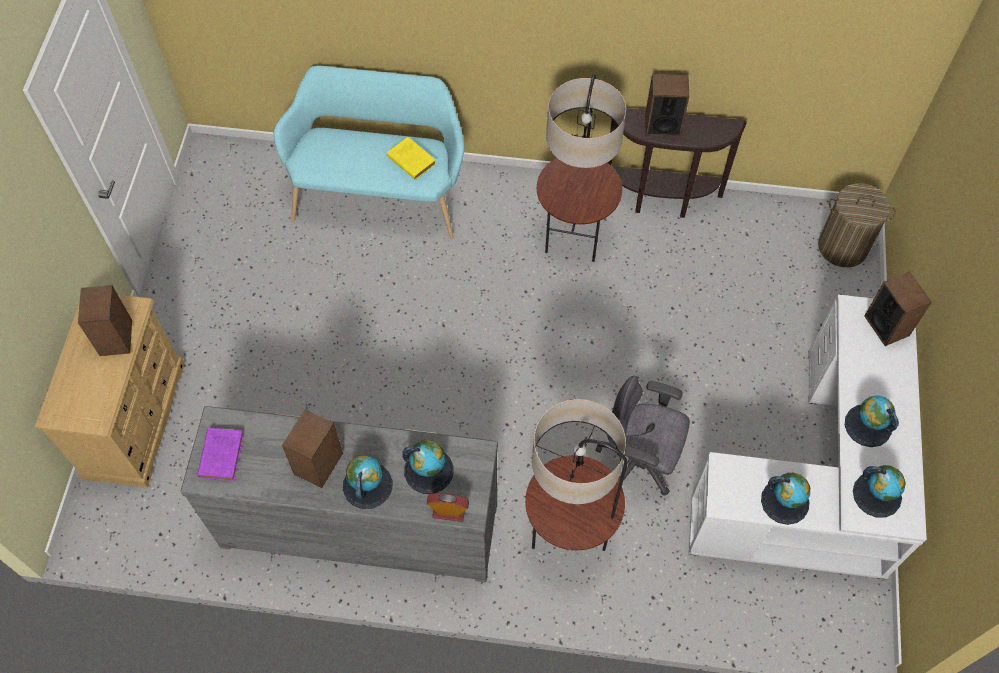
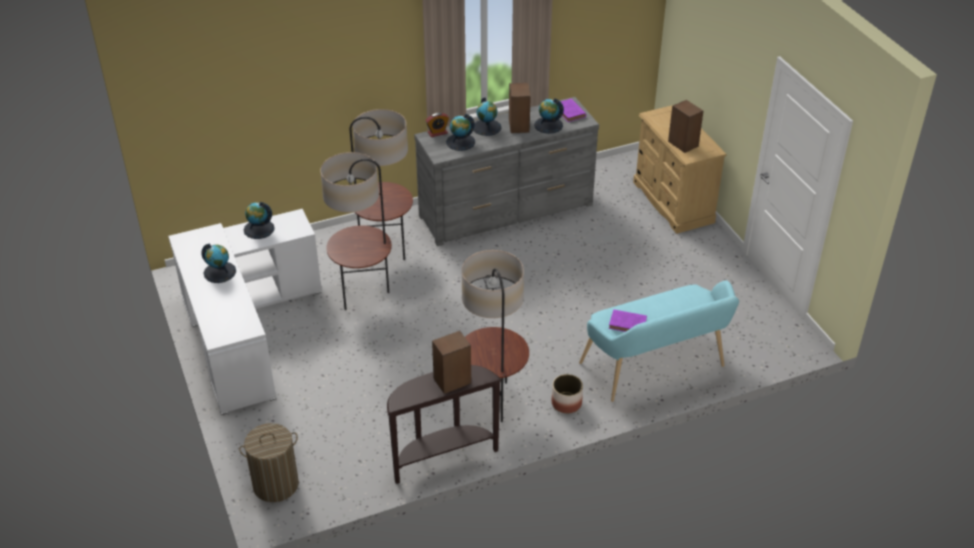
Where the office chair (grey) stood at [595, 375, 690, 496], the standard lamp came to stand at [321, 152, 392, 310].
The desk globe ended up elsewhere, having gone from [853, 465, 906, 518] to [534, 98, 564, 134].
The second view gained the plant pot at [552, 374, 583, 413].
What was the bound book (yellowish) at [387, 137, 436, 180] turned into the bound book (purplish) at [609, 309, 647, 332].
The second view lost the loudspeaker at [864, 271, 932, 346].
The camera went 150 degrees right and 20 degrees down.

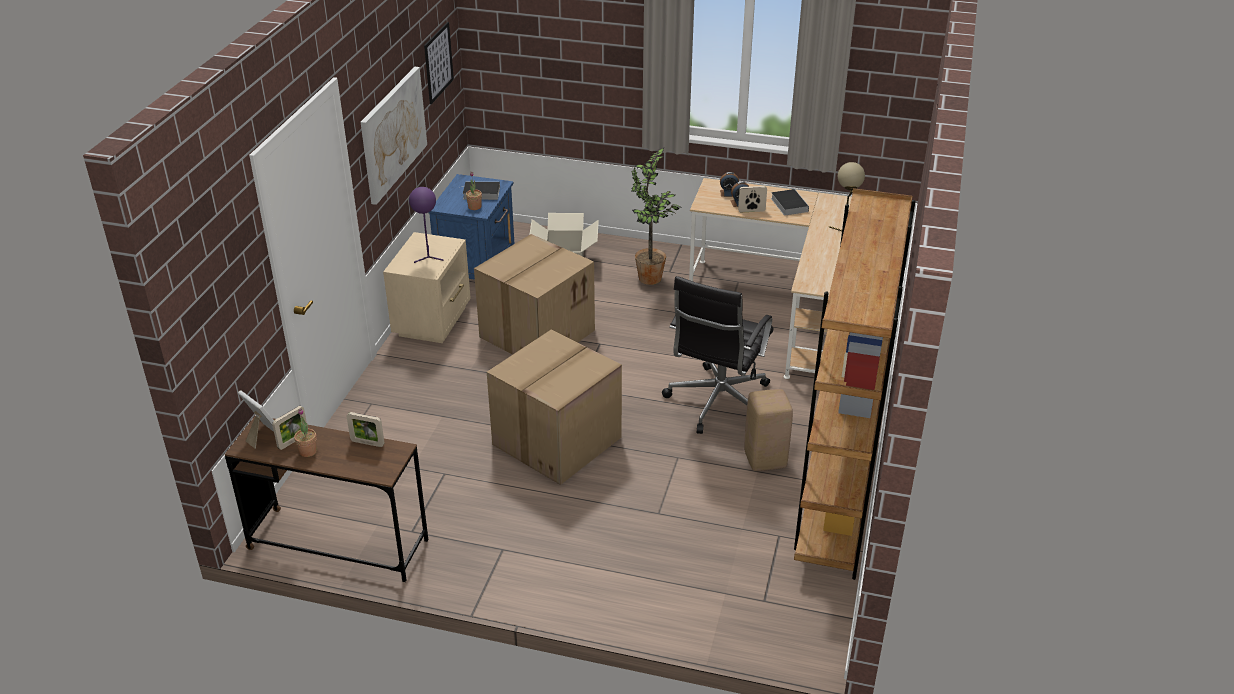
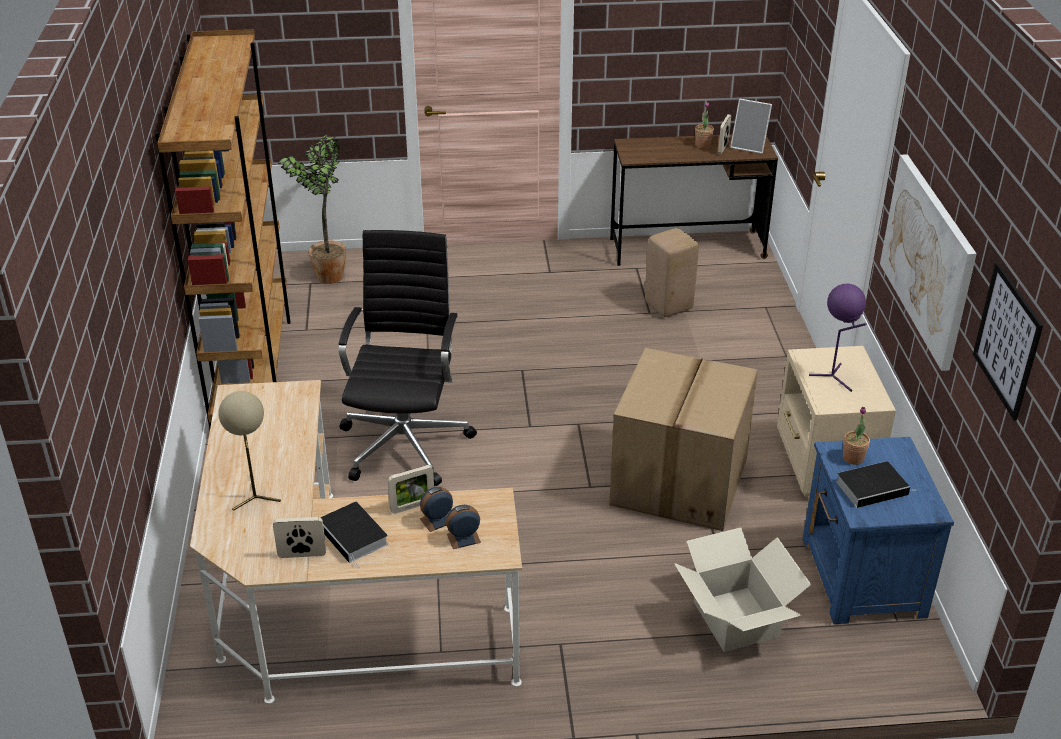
The standing frame ended up elsewhere, having gone from [347, 412, 385, 447] to [273, 517, 326, 558].
The plant in a pot ended up elsewhere, having gone from [631, 148, 681, 285] to [278, 135, 346, 284].
The stool seat (beige-coloured) ended up elsewhere, having gone from [744, 389, 793, 471] to [645, 228, 699, 317].
The second view lost the packing box at [487, 329, 622, 485].
The camera went 160 degrees right and 0 degrees up.

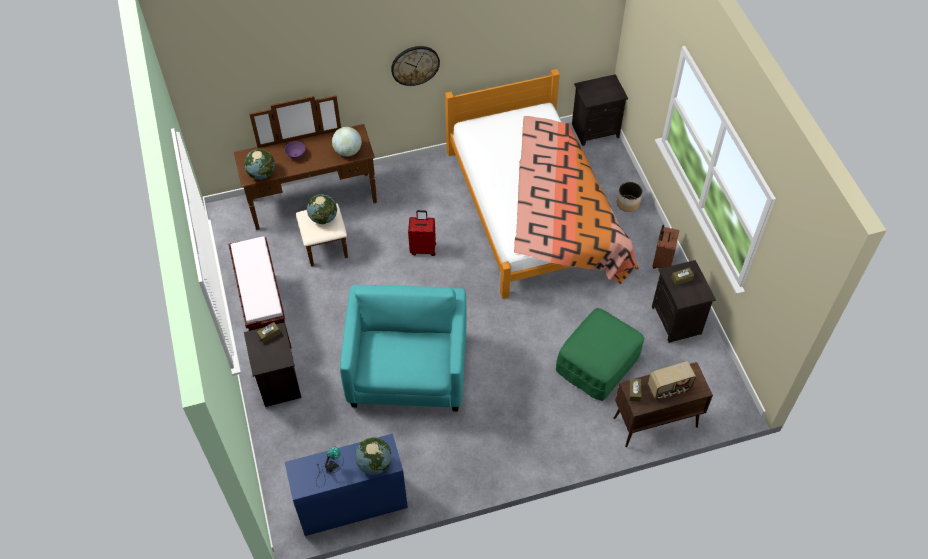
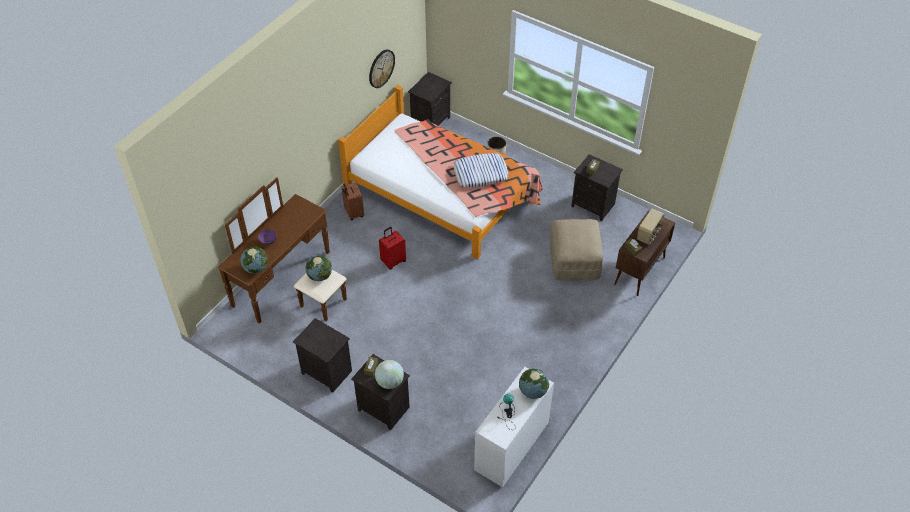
Where the bench (brown) stood at [228, 236, 292, 348], the night table (black) came to stand at [293, 318, 352, 393].
The travel case (brown) ended up elsewhere, having gone from [652, 225, 679, 269] to [342, 182, 364, 221].
The hanging clock ended up elsewhere, having gone from [391, 46, 440, 86] to [369, 49, 395, 88].
The desk globe ended up elsewhere, having gone from [332, 127, 362, 157] to [375, 360, 404, 389].
The second view gained the cushion at [454, 153, 508, 187].
What was the desk (bluish) at [285, 434, 408, 536] turned into the desk (white) at [474, 367, 554, 487].
What was the footrest (greenish) at [556, 308, 644, 401] turned into the footrest (beige-coloured) at [550, 219, 603, 281].
The second view lost the lounge chair (turquoise-coloured) at [340, 285, 467, 411].
The camera went 40 degrees left and 5 degrees down.

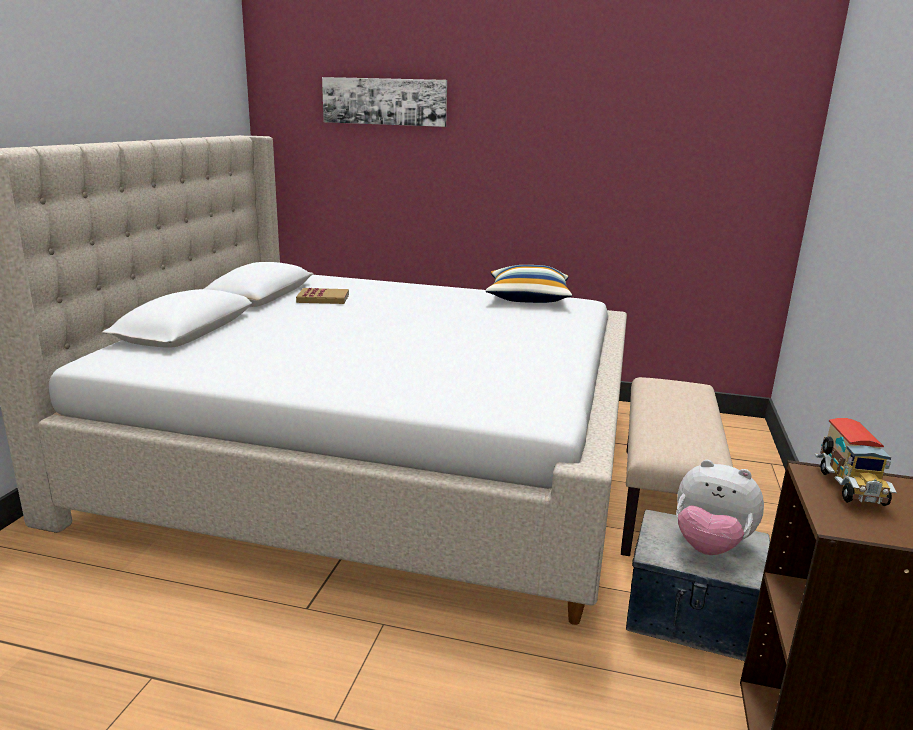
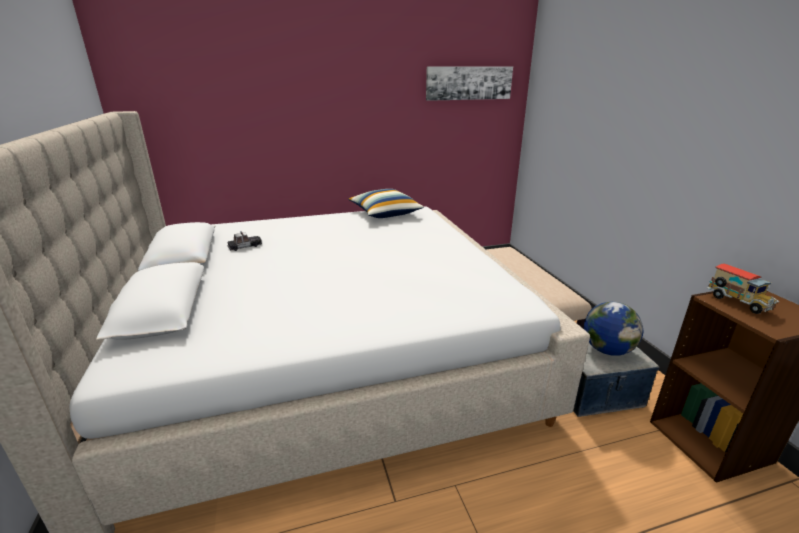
Where the bound book stood at [296, 288, 349, 304], the miniature car came to stand at [228, 231, 262, 251].
The wall picture ended up elsewhere, having gone from [322, 77, 447, 127] to [426, 66, 513, 101].
Where the cuddly toy stood at [676, 460, 764, 555], the desk globe came to stand at [584, 302, 644, 356].
The camera went 30 degrees left and 5 degrees up.

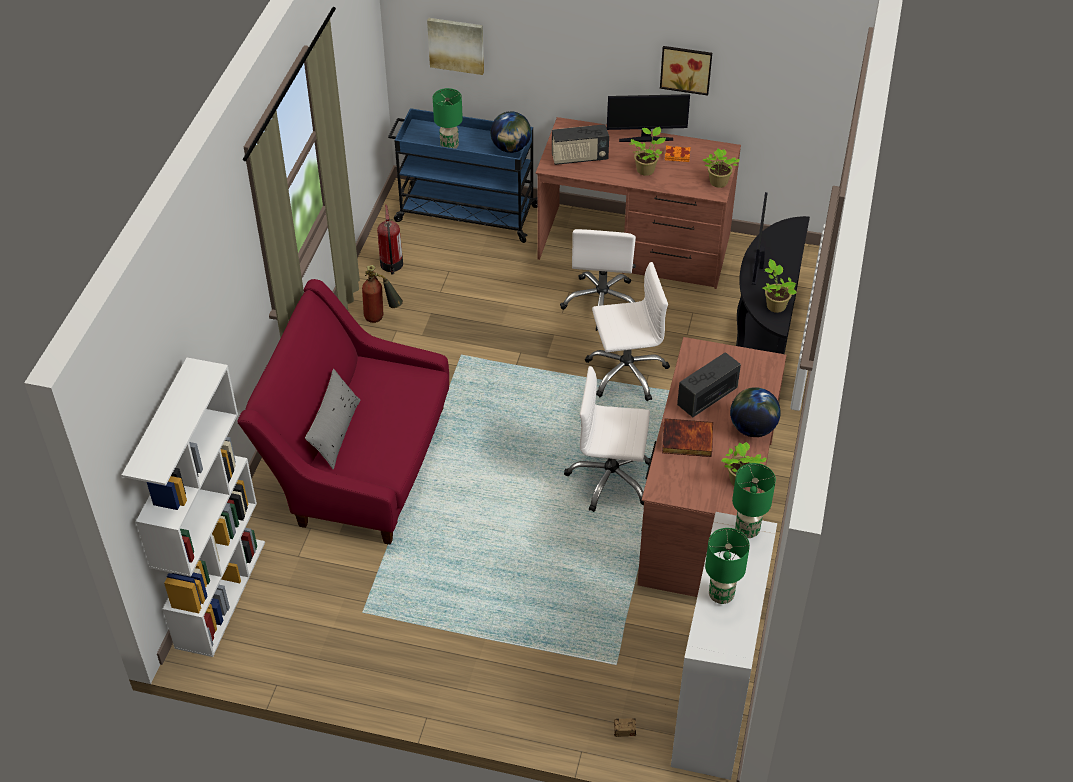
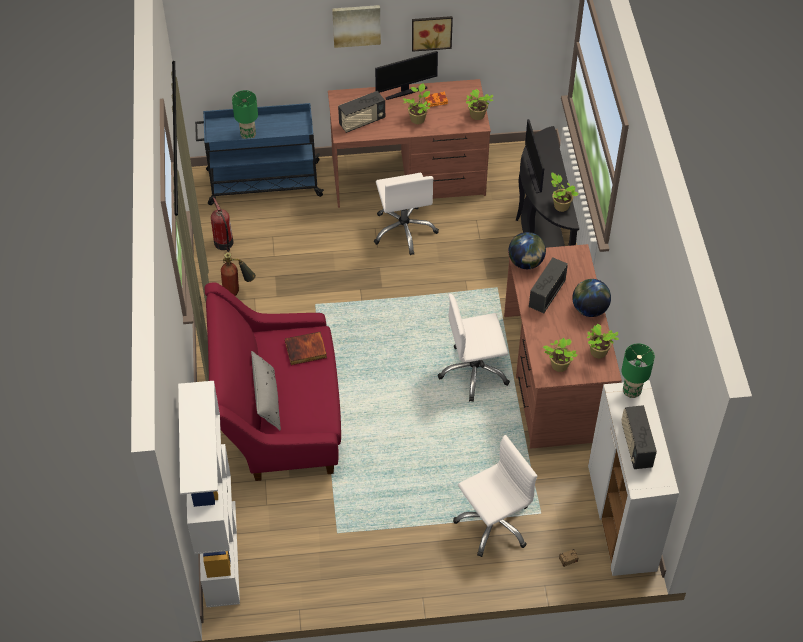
The bound book ended up elsewhere, having gone from [662, 418, 713, 457] to [285, 331, 327, 365].
The wall picture ended up elsewhere, having gone from [427, 18, 484, 75] to [332, 5, 381, 48].
The office chair (white) ended up elsewhere, having gone from [585, 262, 670, 401] to [453, 435, 537, 557].
The desk globe ended up elsewhere, having gone from [490, 111, 531, 153] to [508, 232, 546, 269].
The second view gained the plant in a pot at [543, 338, 577, 372].
Where the tabletop lamp (greenish) stood at [705, 528, 750, 604], the radio receiver came to stand at [621, 405, 657, 469].
The camera went 20 degrees left and 5 degrees up.

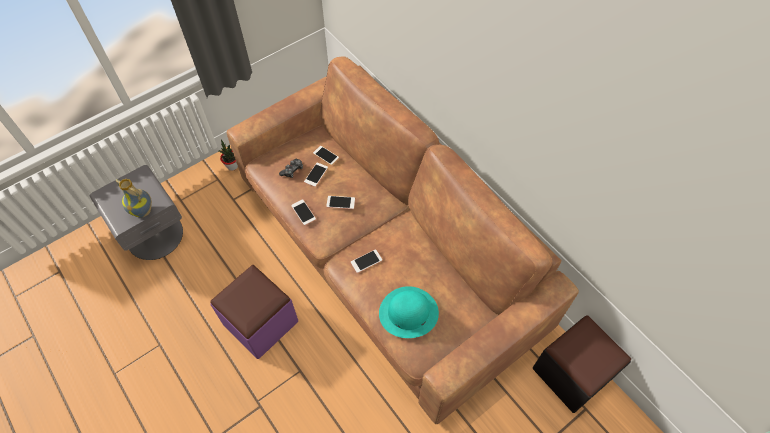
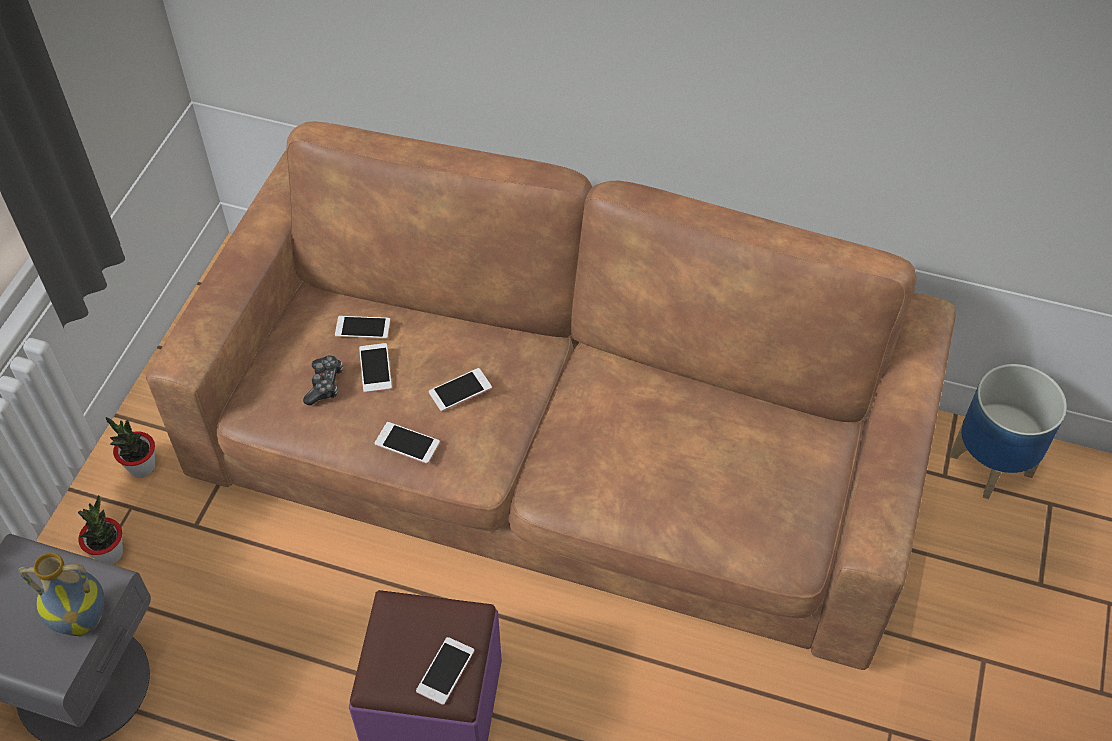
The second view gained the plant in a pot at [78, 495, 123, 564].
The telephone ended up elsewhere, having gone from [351, 249, 382, 273] to [416, 637, 474, 705].
Where the footrest (black) stood at [533, 315, 631, 413], the plant pot came to stand at [950, 364, 1067, 499].
The second view lost the hat (turquoise-coloured) at [379, 286, 439, 338].
The camera went 35 degrees left and 5 degrees down.

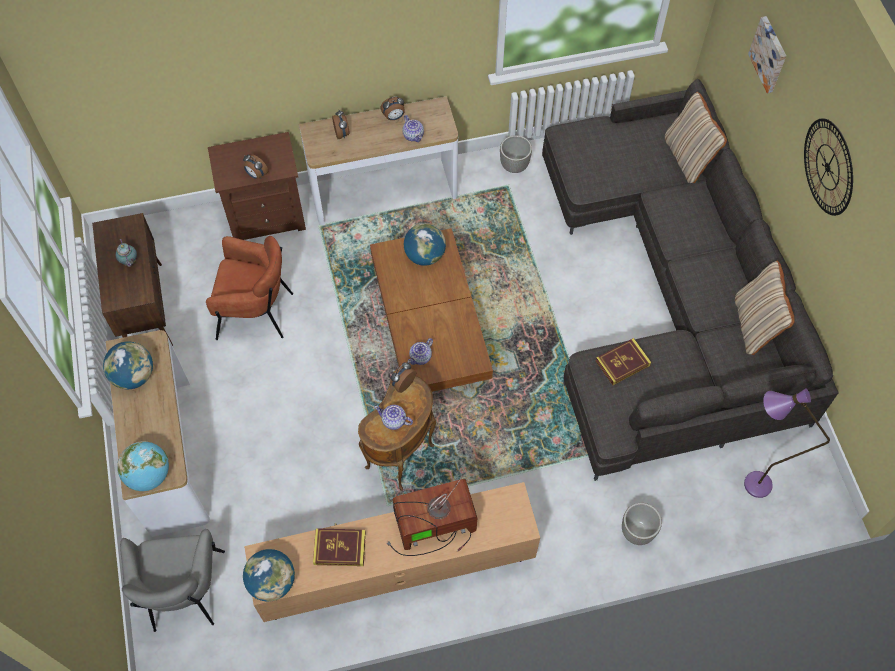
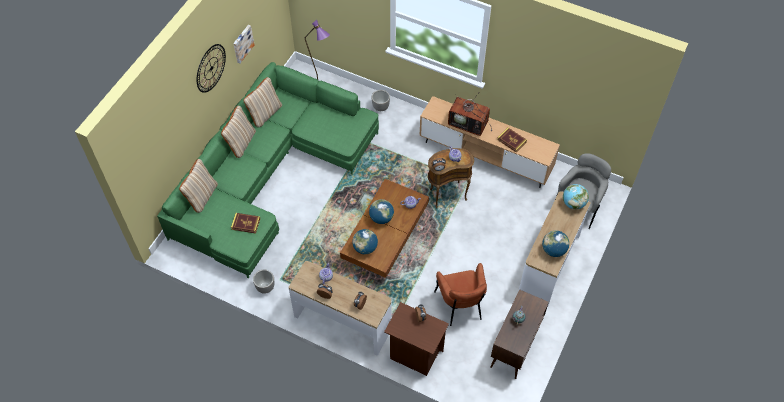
What was the sofa (grey) at [542, 79, 838, 481] turned into the sofa (greenish) at [157, 62, 379, 278].
The second view gained the cushion (beige-coloured) at [221, 105, 256, 158].
The bound book ended up elsewhere, having gone from [595, 338, 651, 385] to [231, 213, 260, 234].
The wall picture ended up elsewhere, having gone from [748, 16, 786, 93] to [233, 25, 254, 64].
The desk globe ended up elsewhere, having gone from [243, 549, 295, 602] to [369, 199, 394, 224].
The lounge chair (brown) at [206, 236, 293, 340] ended up facing another way, 150 degrees counterclockwise from before.
The camera went 140 degrees left and 5 degrees down.

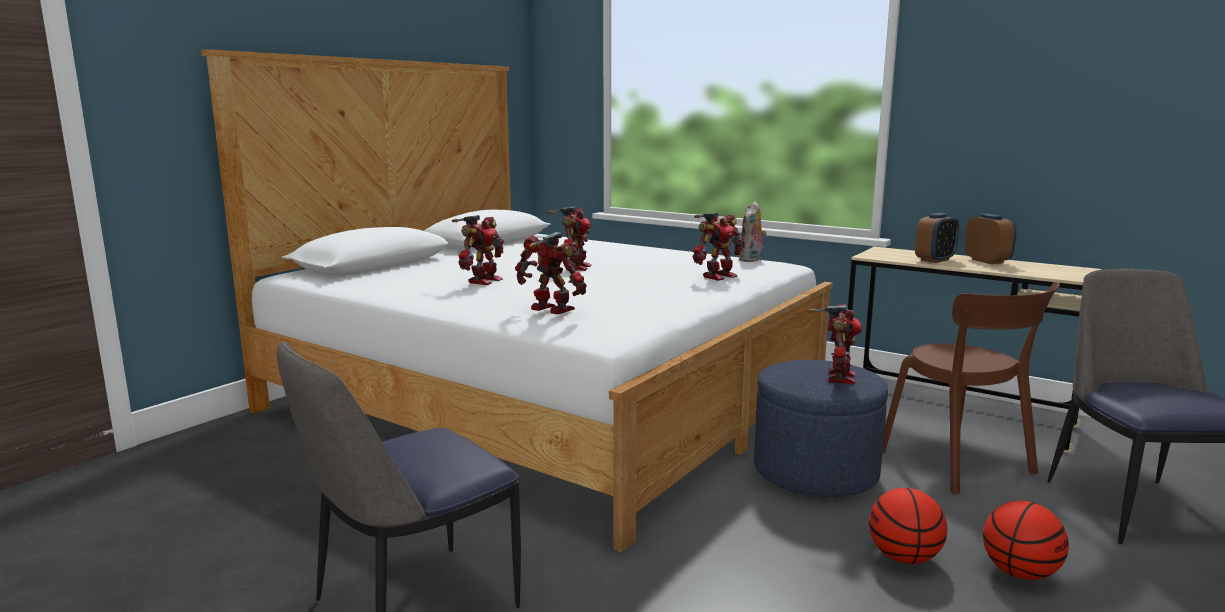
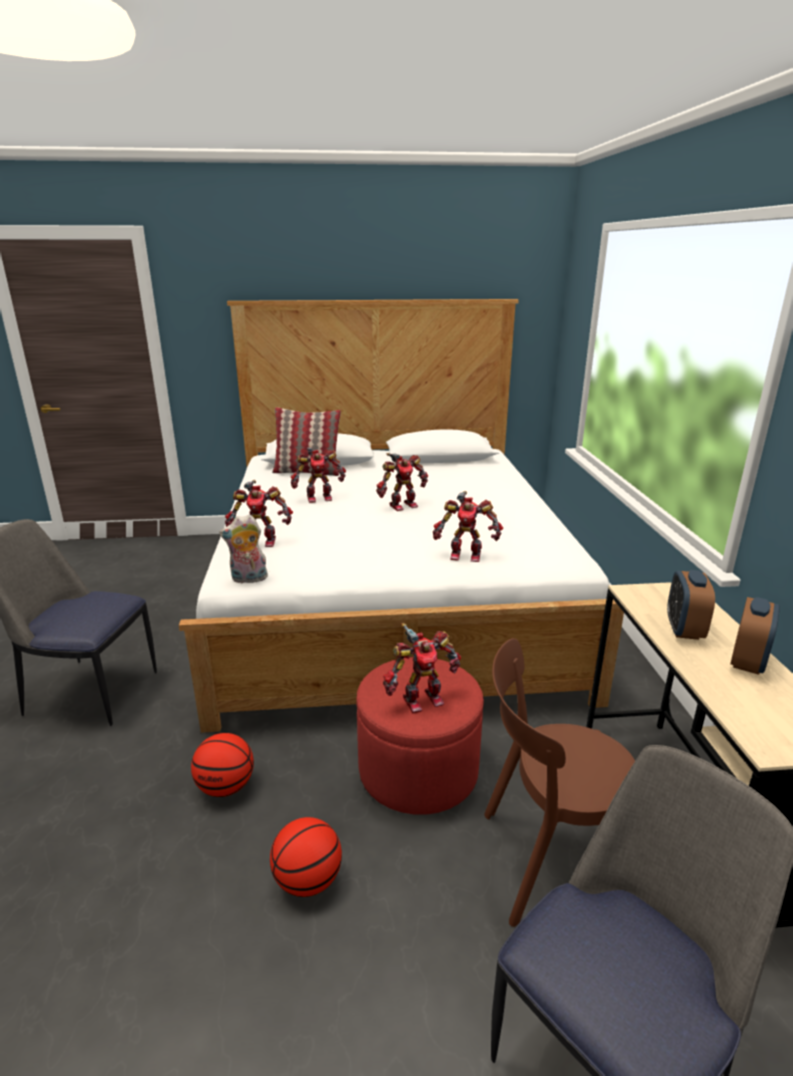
The basketball ball ended up elsewhere, having gone from [983, 501, 1069, 580] to [191, 733, 254, 797].
The cuddly toy ended up elsewhere, having gone from [739, 201, 766, 262] to [219, 514, 268, 584].
The toy robot at [515, 232, 587, 314] ended up facing another way, 90 degrees clockwise from before.
The second view gained the cushion at [272, 407, 341, 476].
What was the footrest (bluish) at [754, 360, 888, 497] turned into the footrest (red) at [356, 657, 484, 815].
The chair (brown) at [882, 282, 1060, 495] ended up facing another way, 60 degrees clockwise from before.
The table clock at [915, 213, 959, 263] ended up facing another way, 90 degrees clockwise from before.
The camera went 50 degrees right and 10 degrees up.

